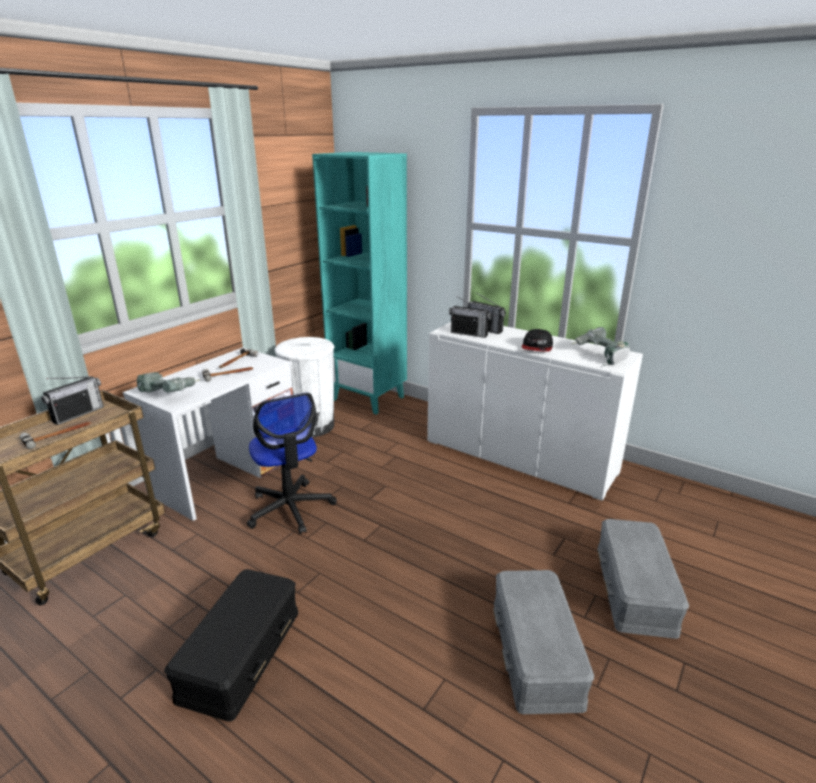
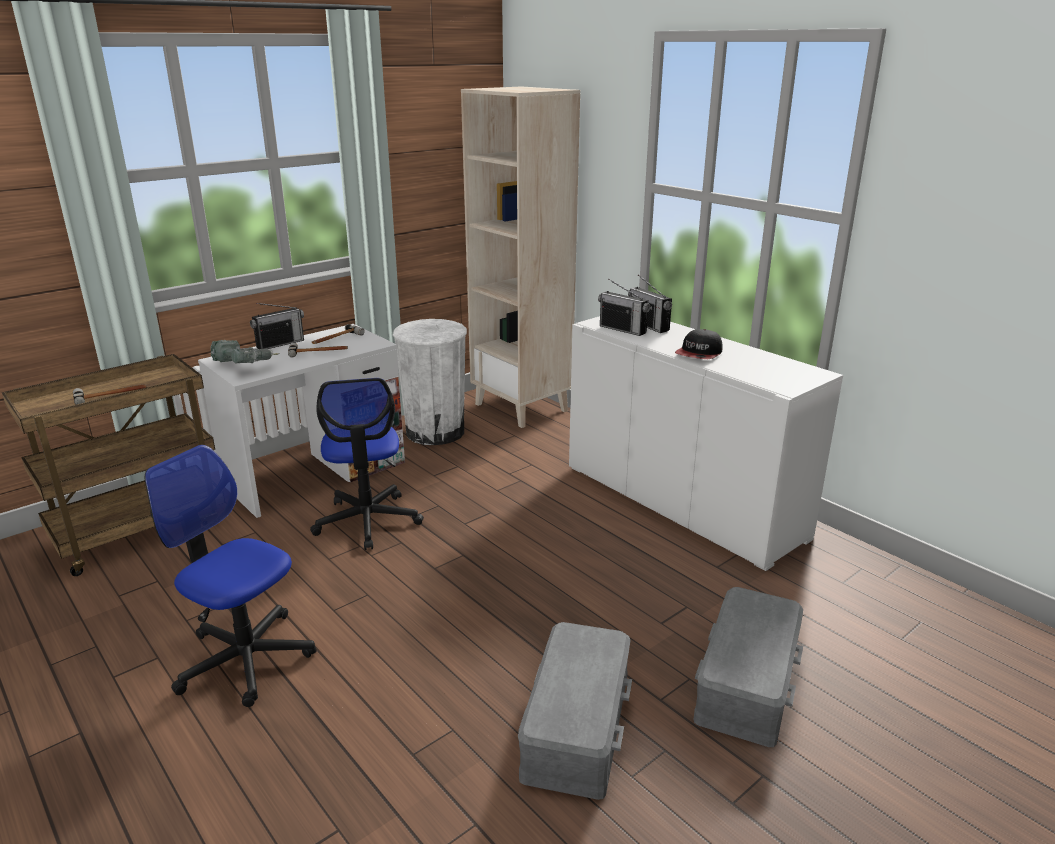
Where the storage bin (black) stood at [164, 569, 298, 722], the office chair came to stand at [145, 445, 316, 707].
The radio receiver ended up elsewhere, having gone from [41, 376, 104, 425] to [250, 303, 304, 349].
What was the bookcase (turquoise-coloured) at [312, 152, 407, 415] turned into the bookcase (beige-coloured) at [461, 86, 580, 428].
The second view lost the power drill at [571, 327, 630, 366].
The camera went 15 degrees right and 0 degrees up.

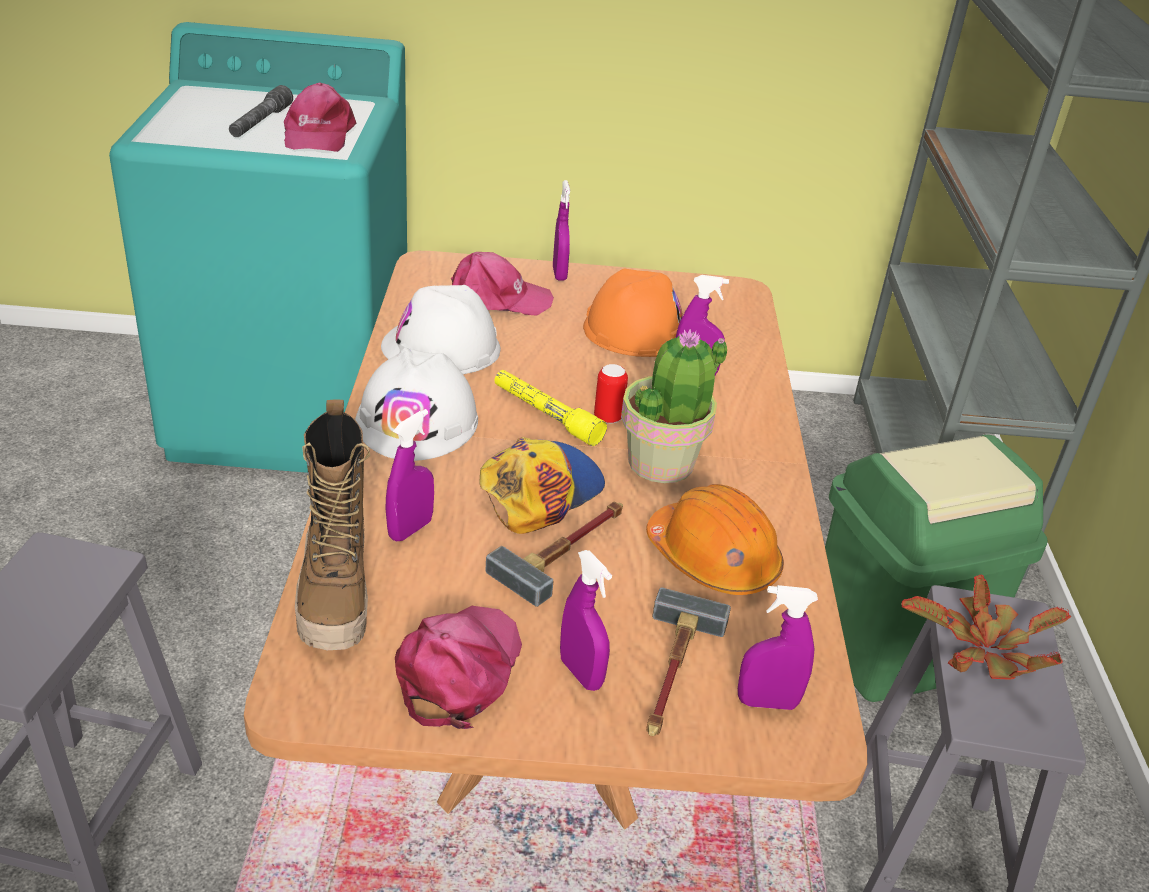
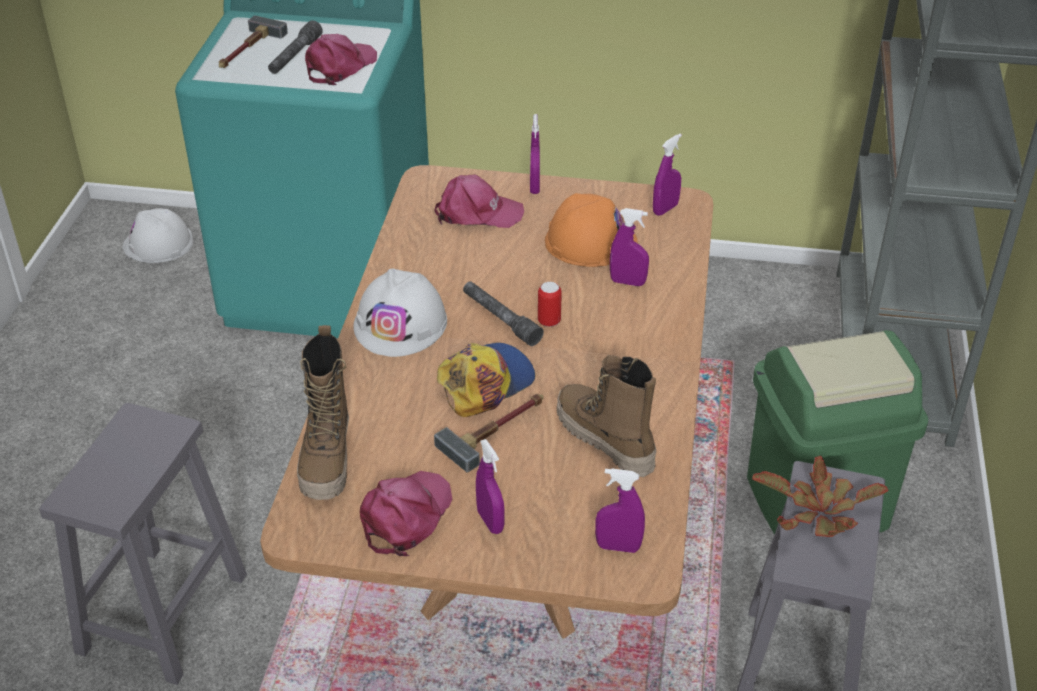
The work helmet (white) ended up elsewhere, having gone from [381, 285, 501, 374] to [123, 208, 193, 263].
The tool hammer ended up elsewhere, having gone from [646, 588, 731, 736] to [219, 16, 288, 68].
The baseball cap (pinkish) at [284, 82, 356, 152] ended up facing another way, 150 degrees counterclockwise from before.
What was the torch (yellowish) at [495, 370, 607, 446] turned into the torch (grey) at [463, 281, 544, 346].
Where the work helmet (orangey) stood at [646, 484, 784, 595], the boot came to stand at [557, 355, 656, 477].
The spray bottle (purplish) ended up elsewhere, having gone from [386, 409, 434, 542] to [653, 134, 682, 216].
The second view lost the plant in a pot at [621, 329, 728, 483].
The camera went 10 degrees right and 5 degrees up.

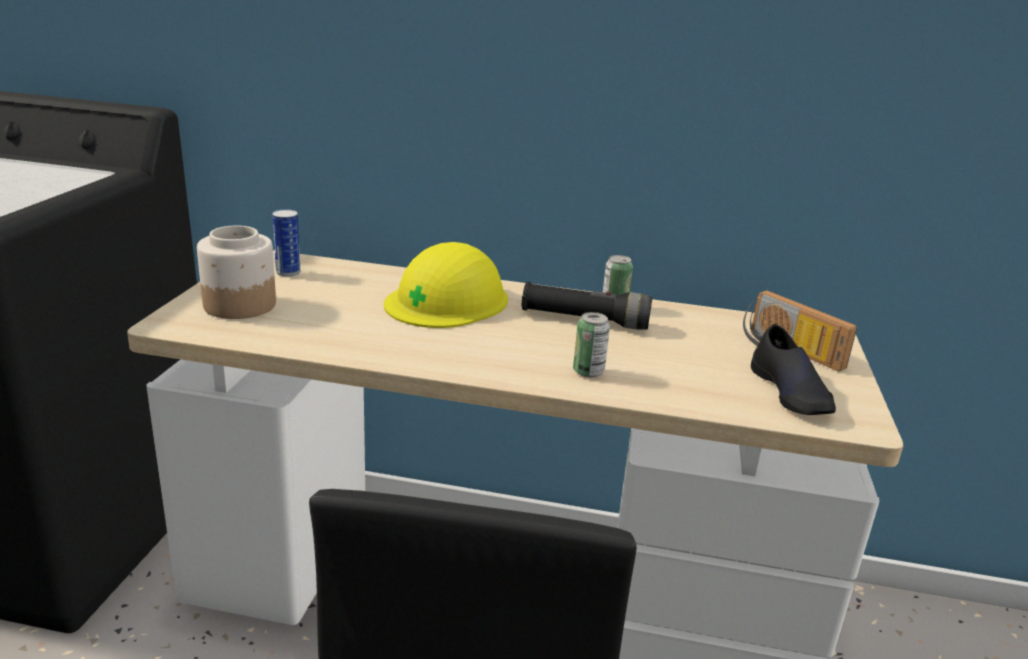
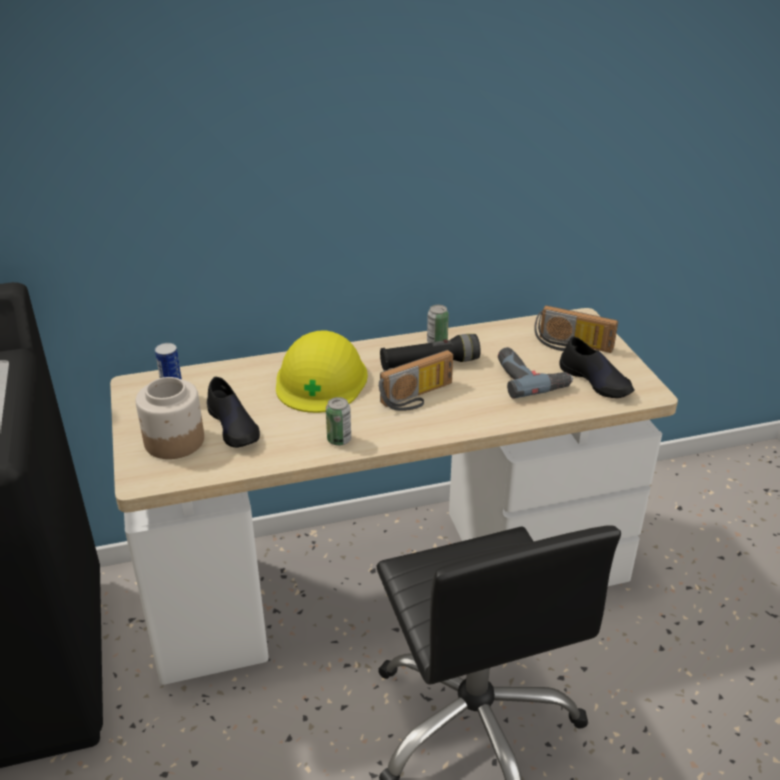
The second view gained the shoe (black) at [207, 376, 260, 448].
The sealed can ended up elsewhere, having gone from [573, 312, 610, 378] to [326, 397, 351, 446].
The second view gained the radio receiver at [379, 350, 453, 411].
The second view gained the power drill at [498, 347, 573, 399].
The camera went 25 degrees left and 10 degrees up.

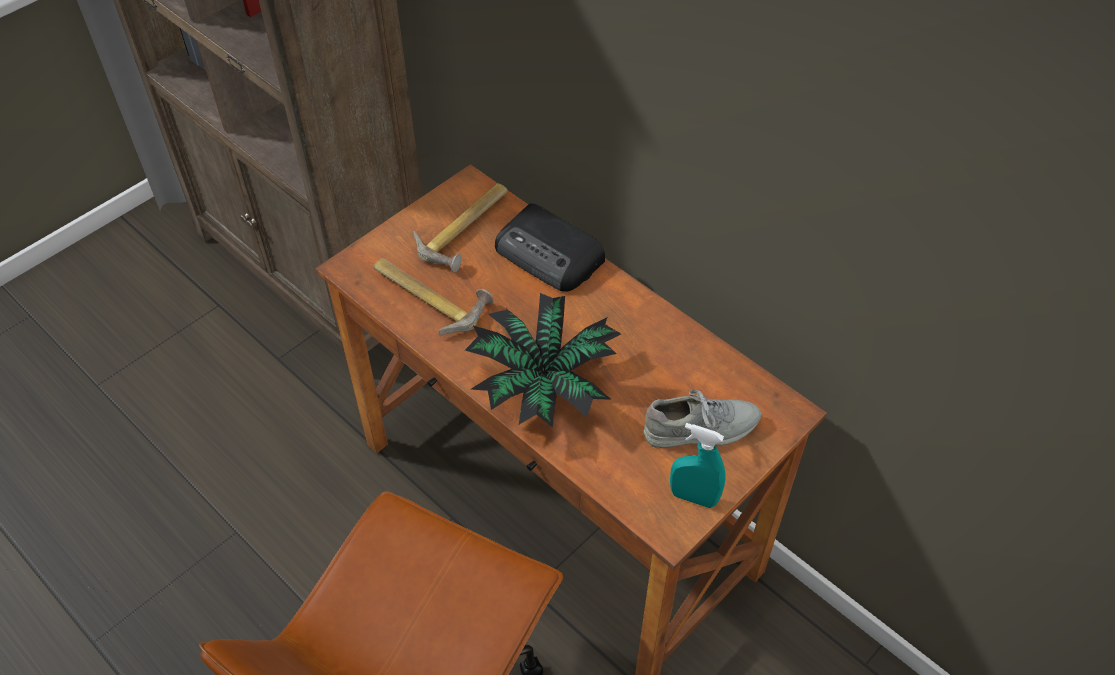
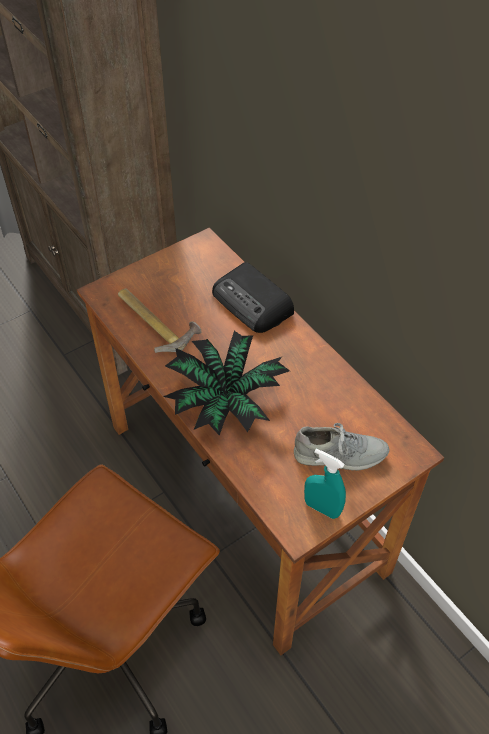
The second view lost the tool hammer at [413, 183, 508, 273].
The camera went 10 degrees right and 0 degrees up.

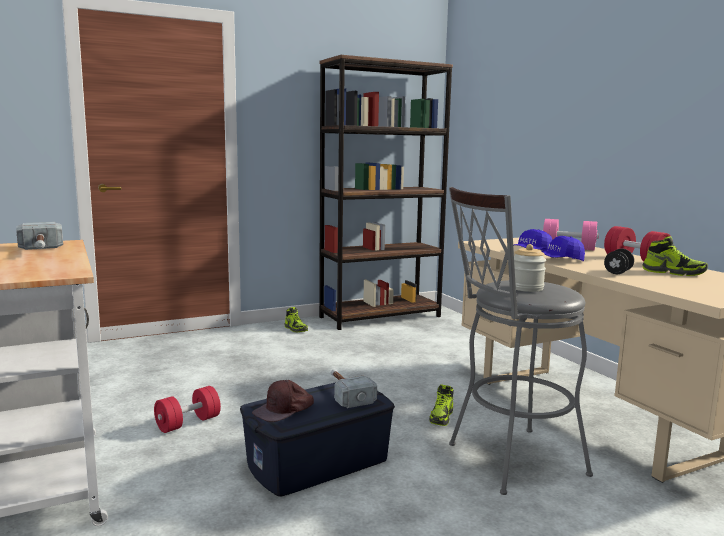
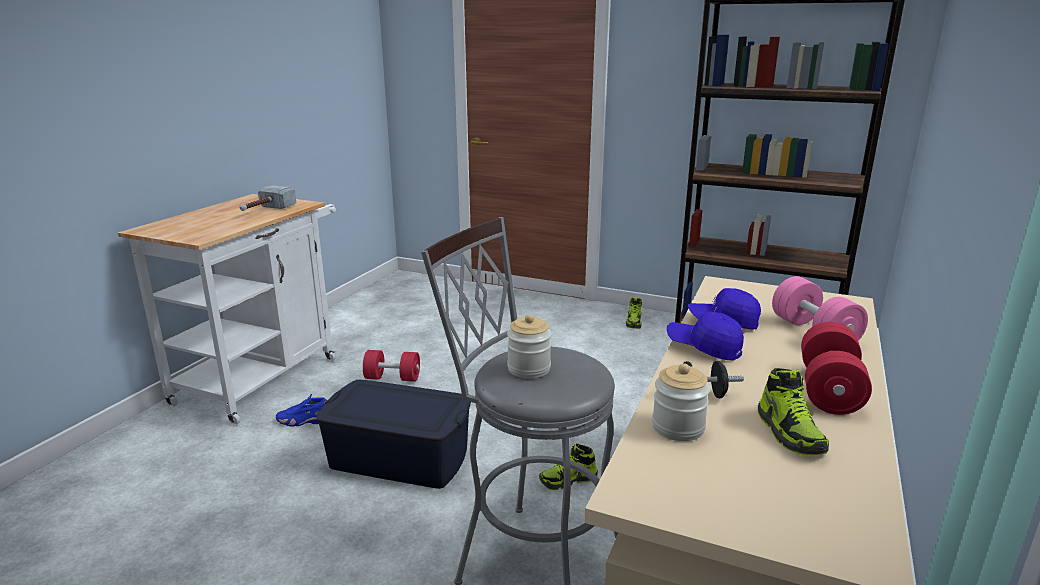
The second view gained the shoe (bluish) at [276, 394, 327, 427].
The second view gained the storage jar at [652, 363, 710, 441].
The second view lost the baseball cap (brown) at [252, 380, 314, 422].
The second view lost the tool hammer at [331, 369, 377, 408].
The camera went 50 degrees right and 10 degrees up.

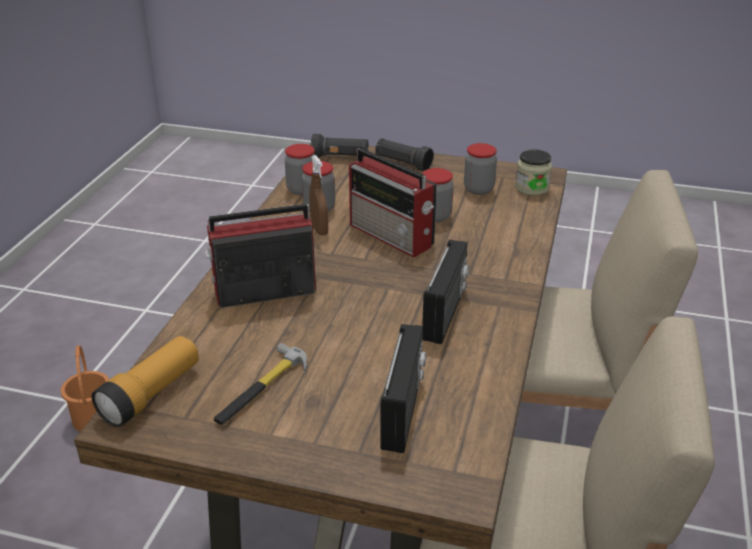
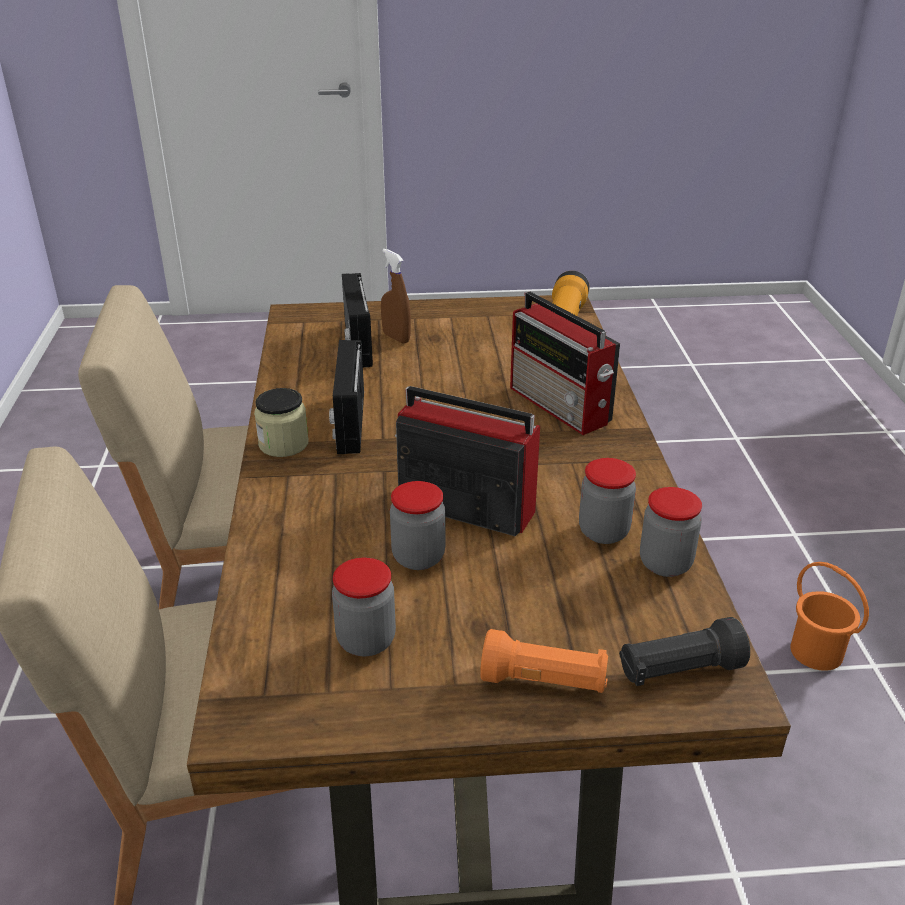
The storage jar ended up elsewhere, having gone from [515, 150, 552, 195] to [254, 388, 309, 457].
The spray bottle (brown) ended up elsewhere, having gone from [309, 155, 328, 235] to [381, 249, 411, 344].
What was the torch (black) at [376, 138, 434, 171] turned into the torch (orangey) at [480, 629, 608, 693].
The radio receiver at [205, 204, 316, 308] ended up facing another way, 90 degrees clockwise from before.
The second view lost the tool hammer at [214, 343, 307, 425].
The camera went 160 degrees right and 0 degrees up.

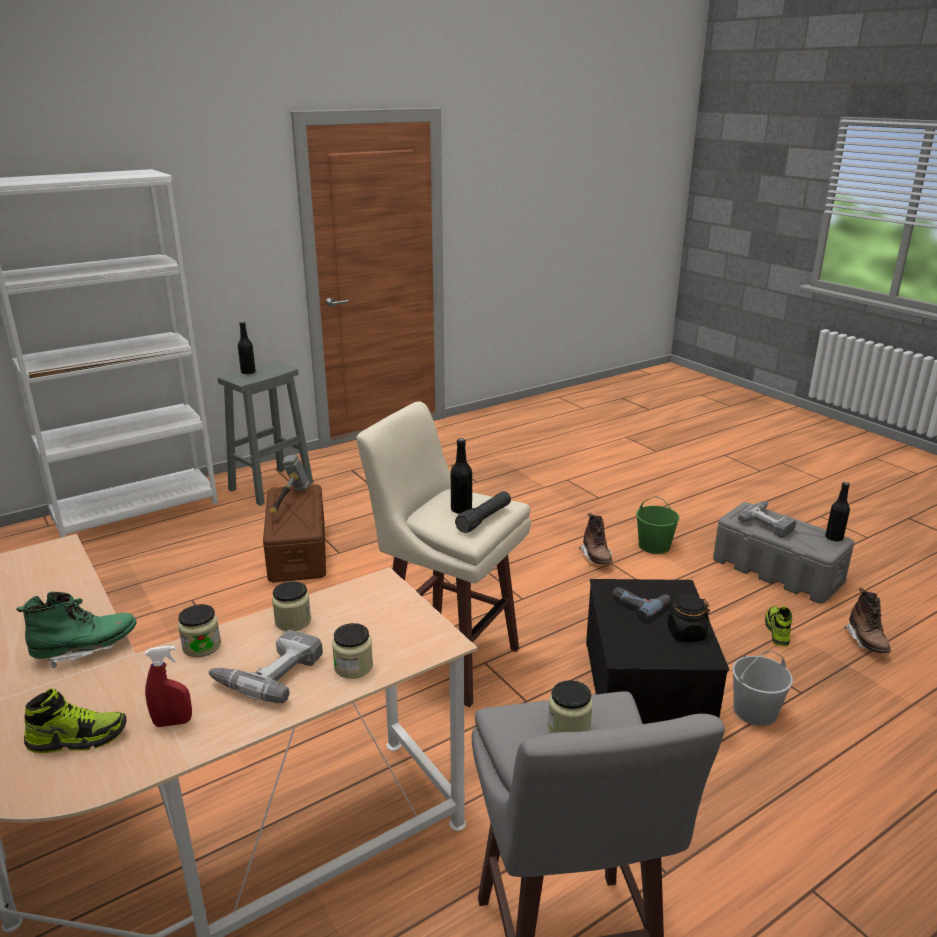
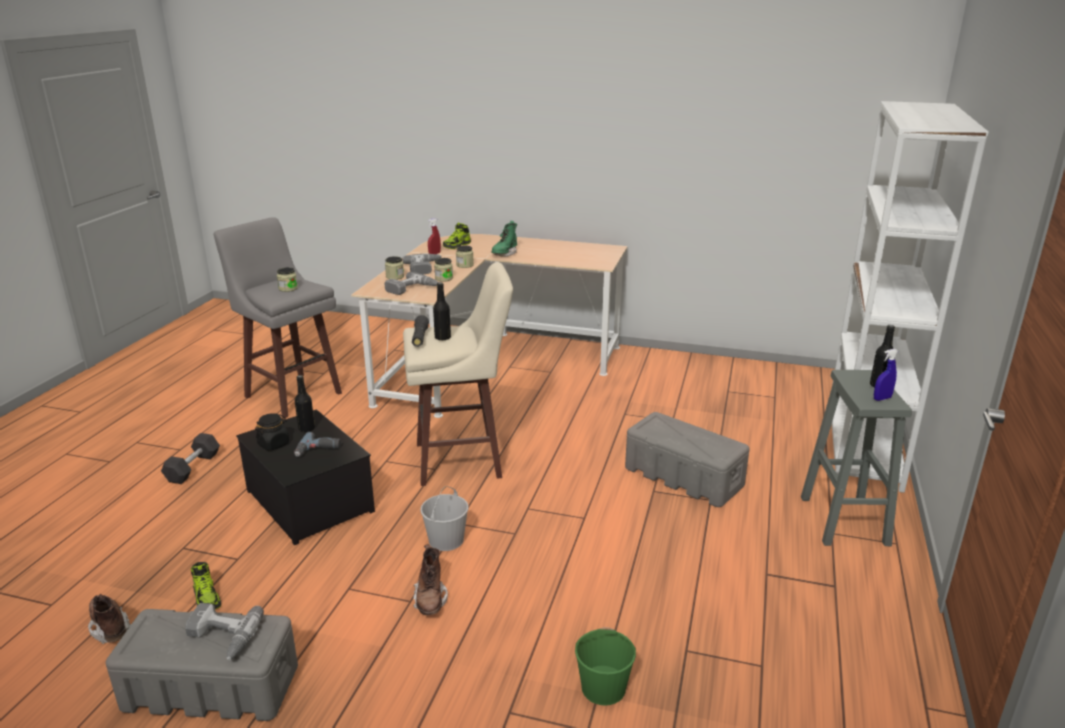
The second view gained the dumbbell (black) at [161, 433, 220, 484].
The bottle (black) ended up elsewhere, having gone from [825, 482, 850, 542] to [295, 375, 315, 432].
The second view gained the power drill at [384, 272, 438, 295].
The boot (brown) at [579, 513, 612, 564] ended up facing another way, 135 degrees counterclockwise from before.
The bucket (white) ended up elsewhere, having gone from [732, 650, 793, 726] to [420, 486, 469, 551].
The bucket (greenish) ended up elsewhere, having gone from [636, 496, 680, 554] to [575, 627, 636, 706].
What was the storage bin (brown) at [263, 484, 326, 582] turned into the storage bin (grey) at [625, 412, 750, 507].
The second view gained the spray bottle (bluish) at [874, 349, 898, 401].
The second view lost the tool hammer at [270, 454, 310, 514].
The camera went 140 degrees right and 0 degrees up.

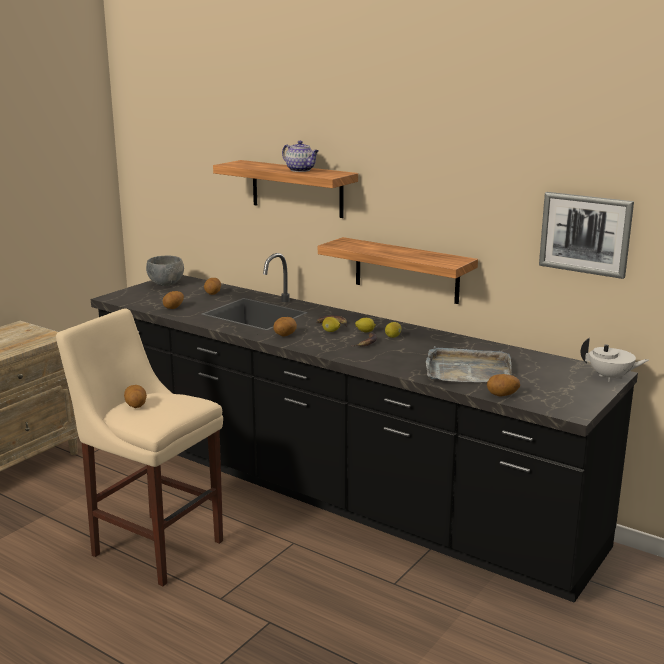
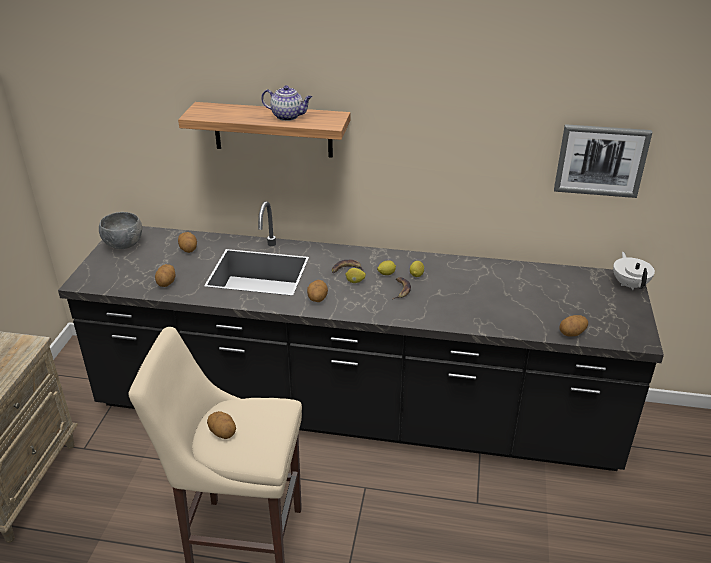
The tea pot (white) at [581, 338, 649, 381] ended up facing another way, 90 degrees counterclockwise from before.
The second view lost the bracket shelf at [318, 237, 478, 304].
The second view lost the serving tray (grey) at [426, 346, 512, 382].
The camera went 25 degrees left and 15 degrees up.

